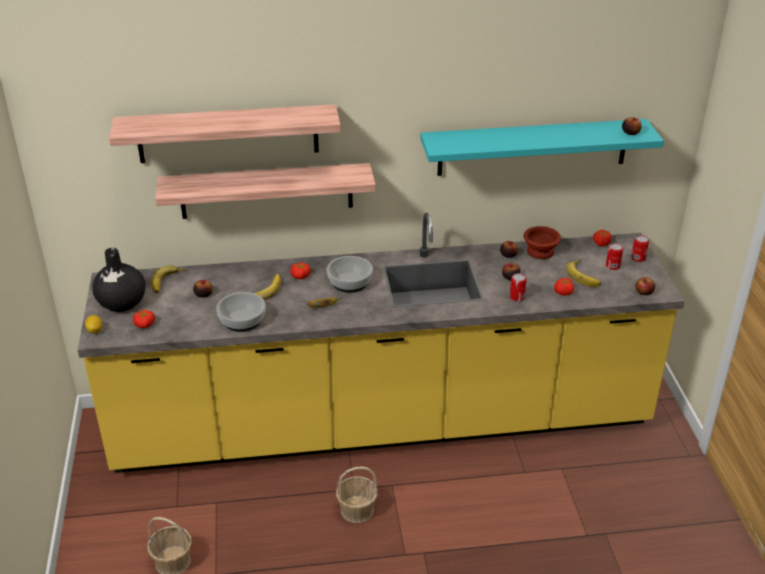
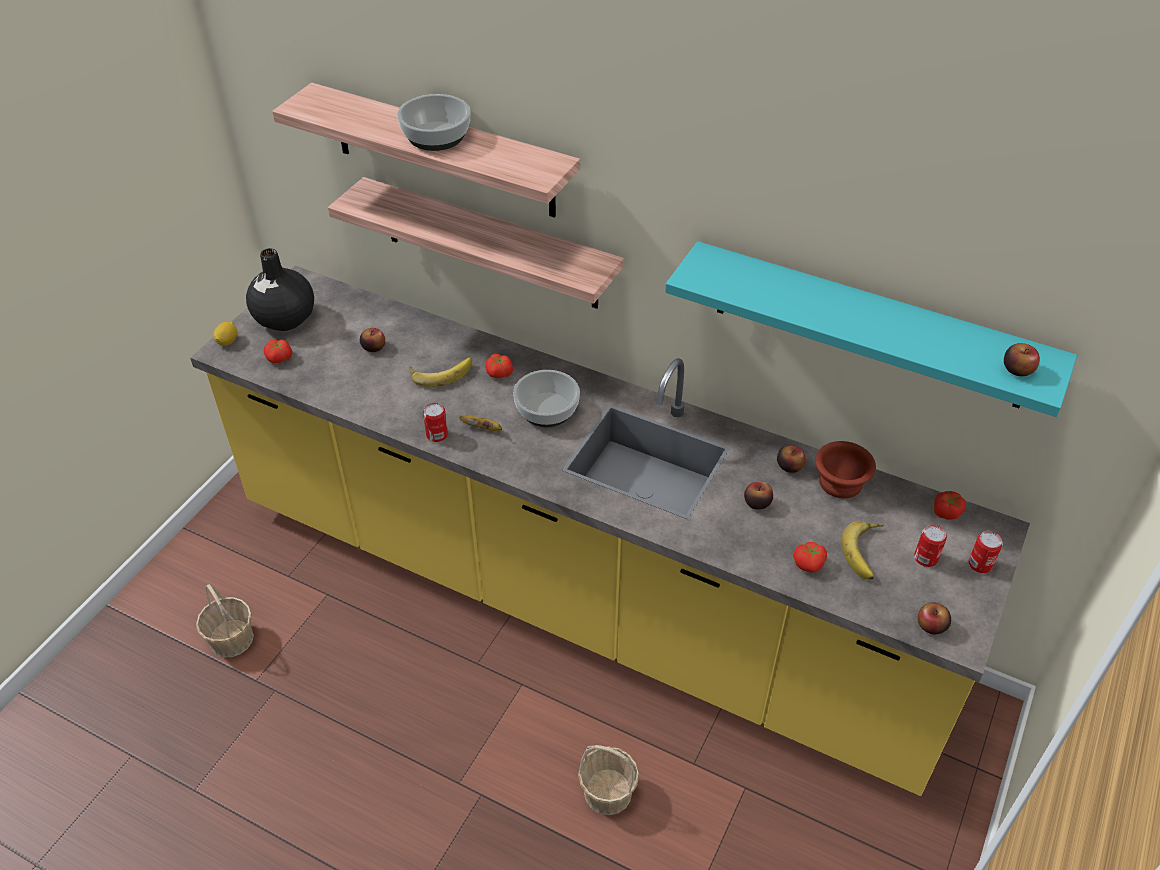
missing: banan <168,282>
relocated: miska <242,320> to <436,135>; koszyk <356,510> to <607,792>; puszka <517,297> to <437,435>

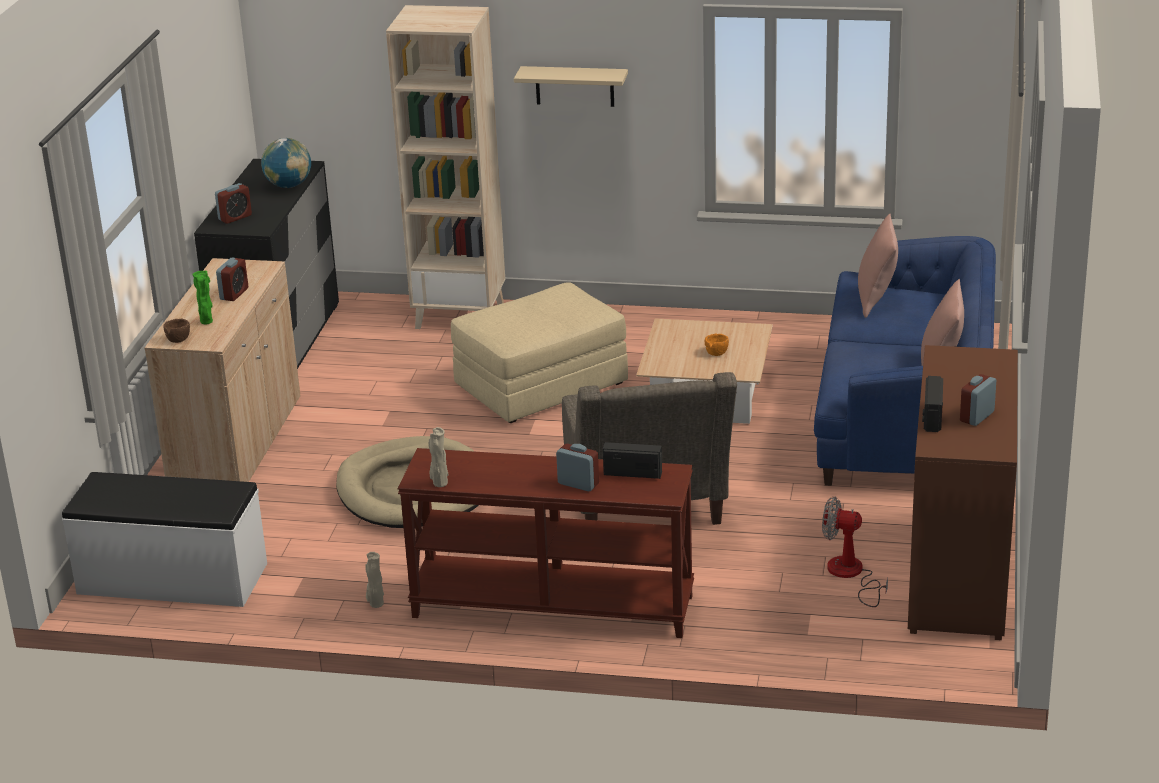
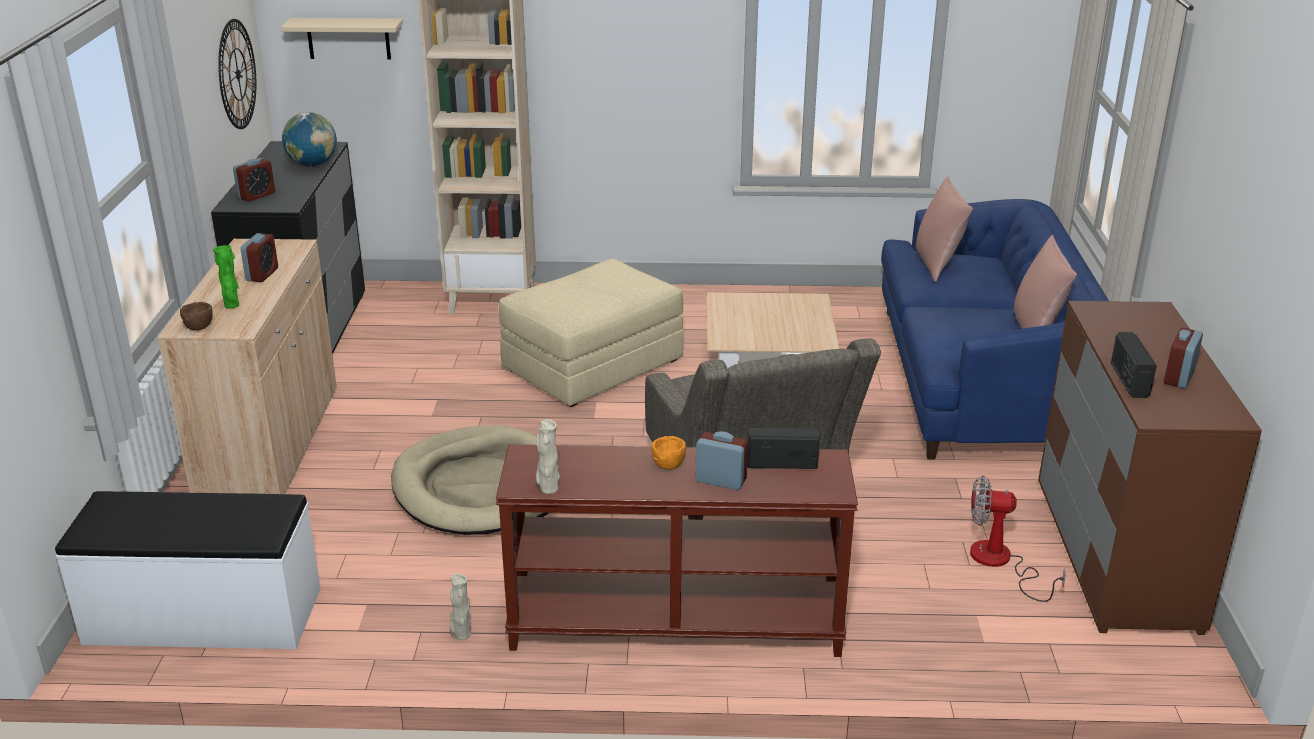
appeared: zegar ścienny <237,74>
relocated: półka (beżowy) <574,86> to <348,38>; miska (pomarańczowy) <716,353> to <668,464>

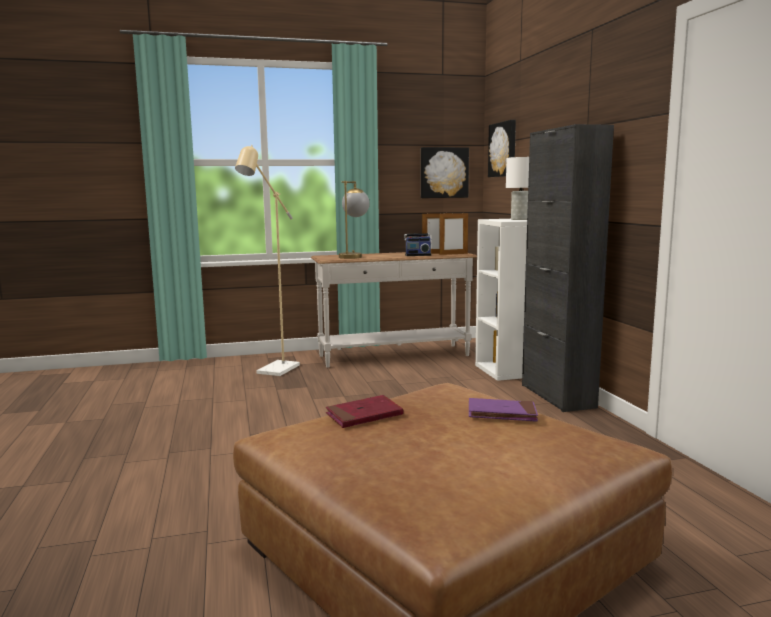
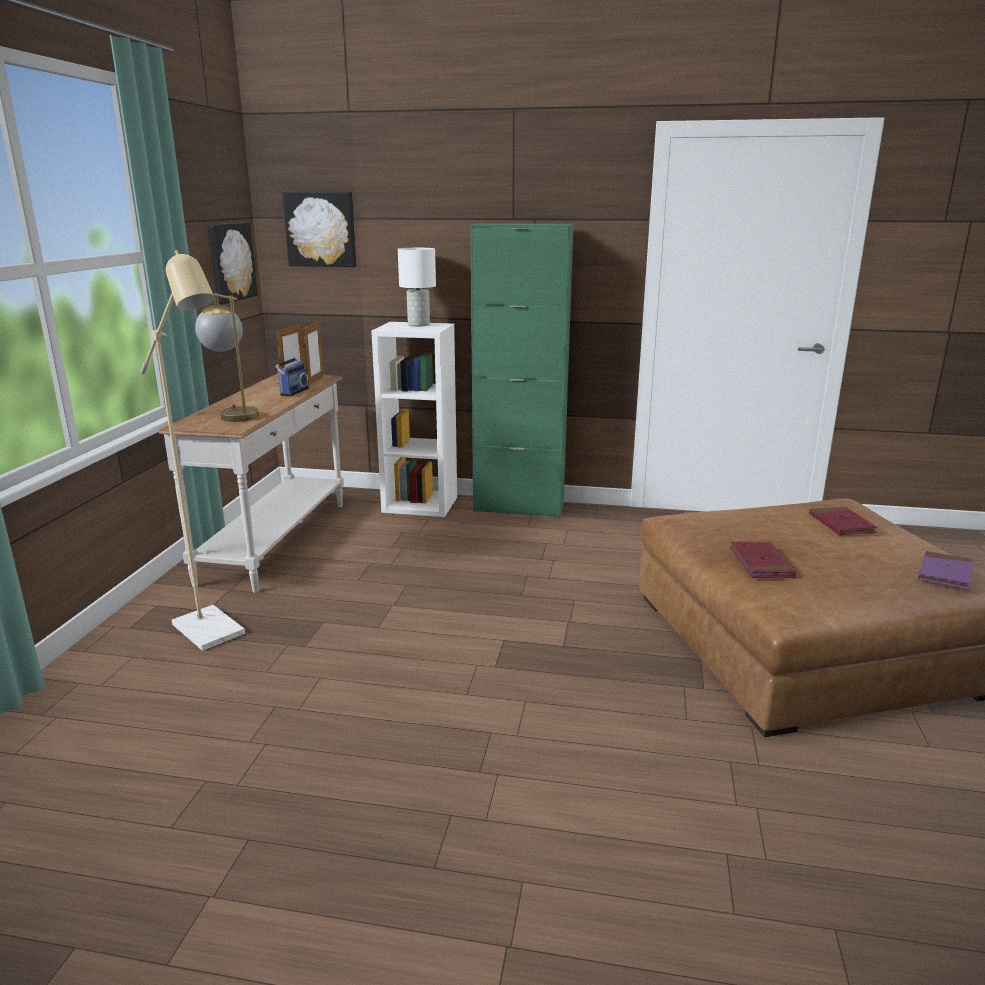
appeared: książka (czerwony) <841,524>
relocated: książka (fioletowy) <501,413> to <945,573>
colour: szafka (czarny) <557,396> to szafka (zielony) <519,507>

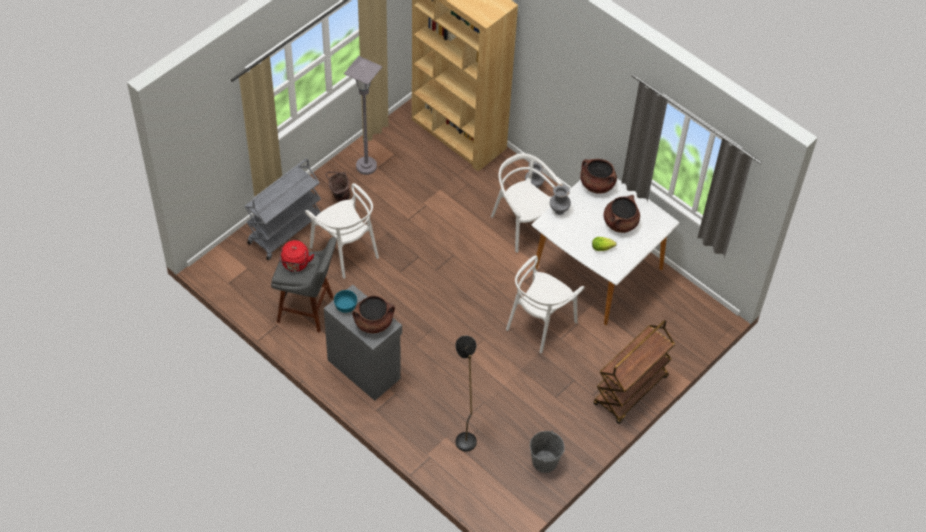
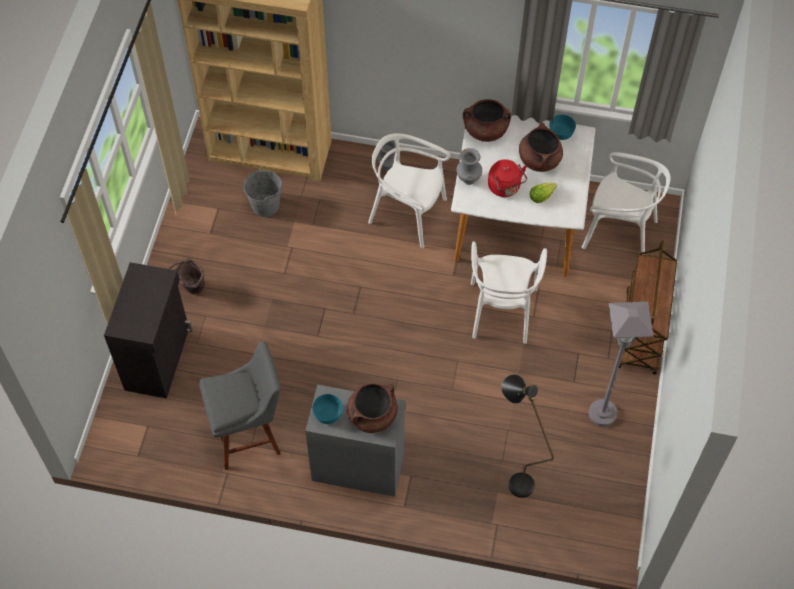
appeared: miska (turkusowy) <560,132>
relocated: czajnik (czerwony) <295,264> to <505,188>; krzesło (biały) <345,250> to <619,231>; lampa stojąca (szary) <366,166> to <602,413>; wiadro (szary) <544,461> to <265,205>
exchanged: wózek (szary) <285,230> to szafka (czarny) <159,358>

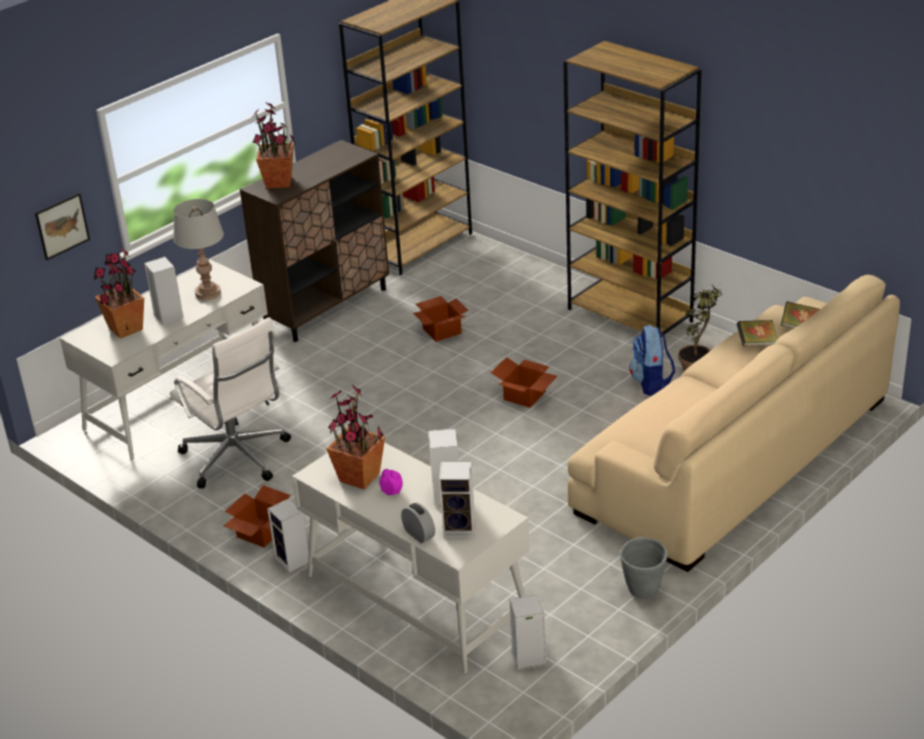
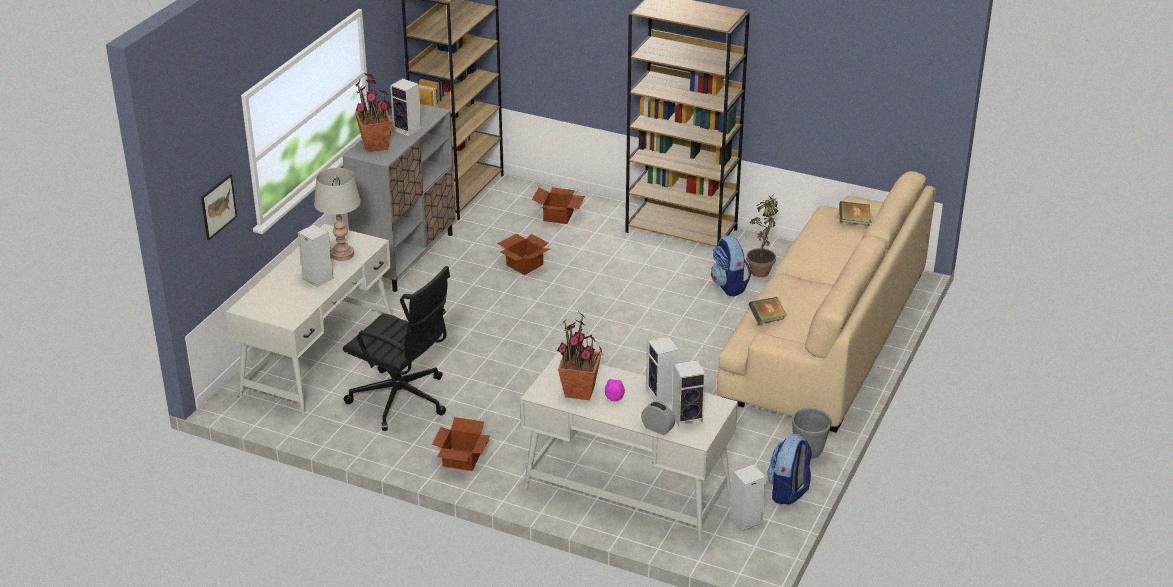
missing: roślina doniczkowa <125,329>
appeared: plecak <788,491>
relocated: głośnik <293,561> to <408,130>; karton <525,396> to <559,216>; książka <756,343> to <767,319>
colour: krzesło biurowe (biały) <237,458> to krzesło biurowe (czarny) <402,400>; szafka (brązowy) <326,307> to szafka (szary) <406,257>

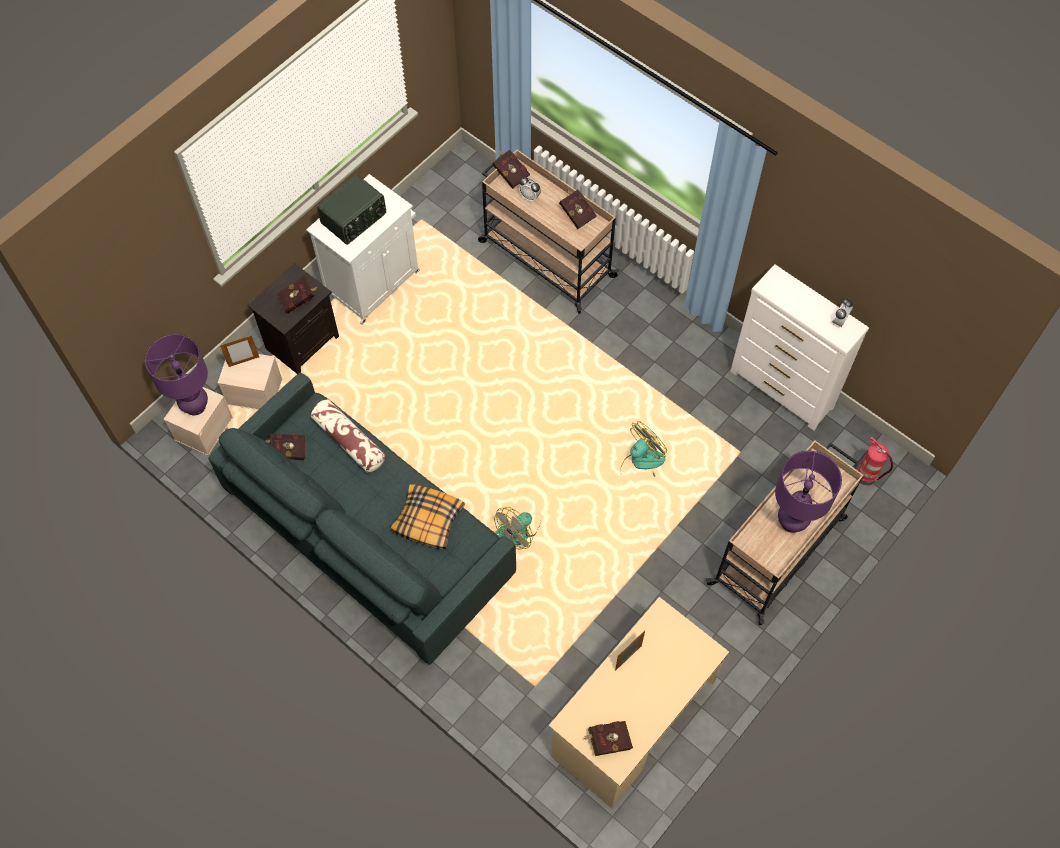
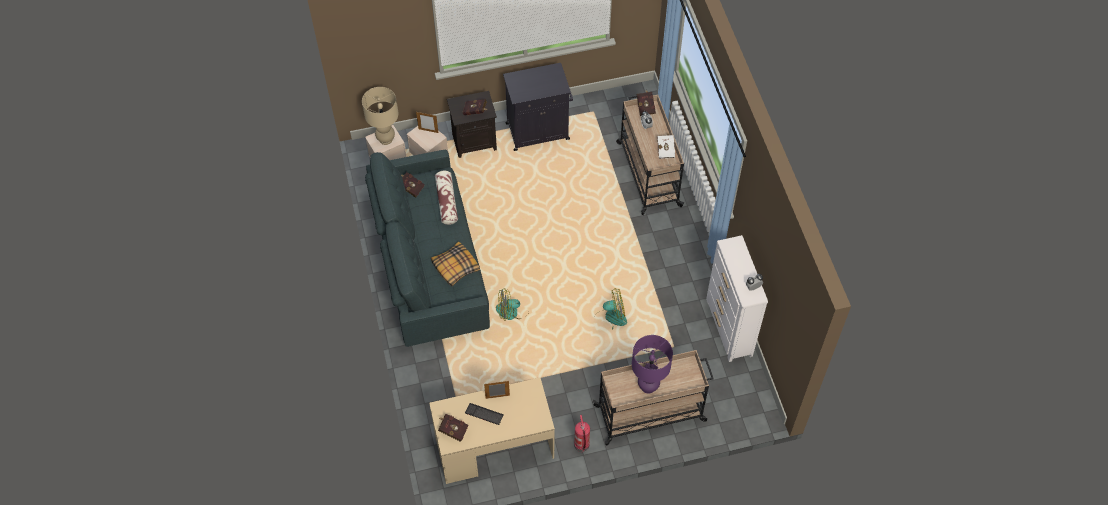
missing: radio <354,219>
appeared: klawiatura <484,414>
relocated: gaśnica <867,476> to <582,445>
colour: lampa stołowa (fioletowy) <195,406> to lampa stołowa (beżowy) <385,139>; szafka (biały) <373,282> to szafka (czarny) <539,131>; książka (czerwony) <576,213> to książka (biały) <665,149>

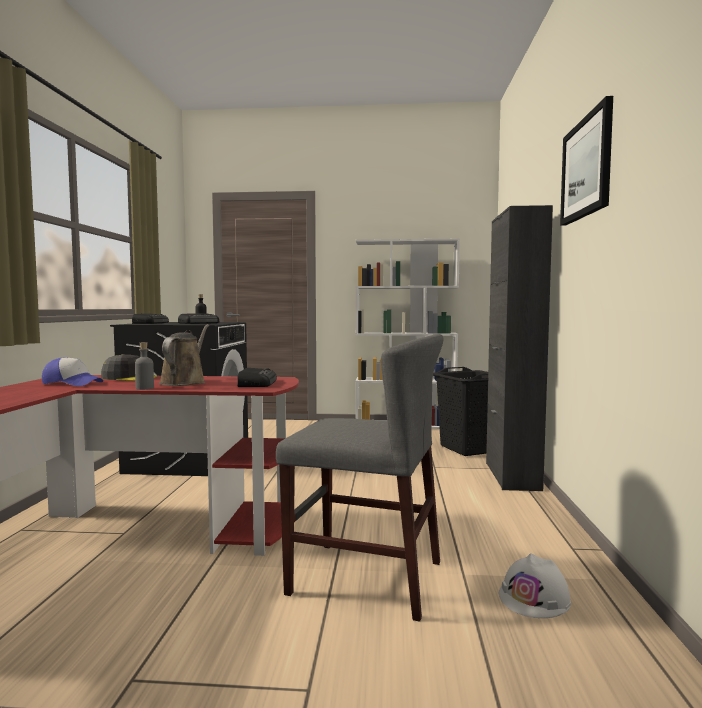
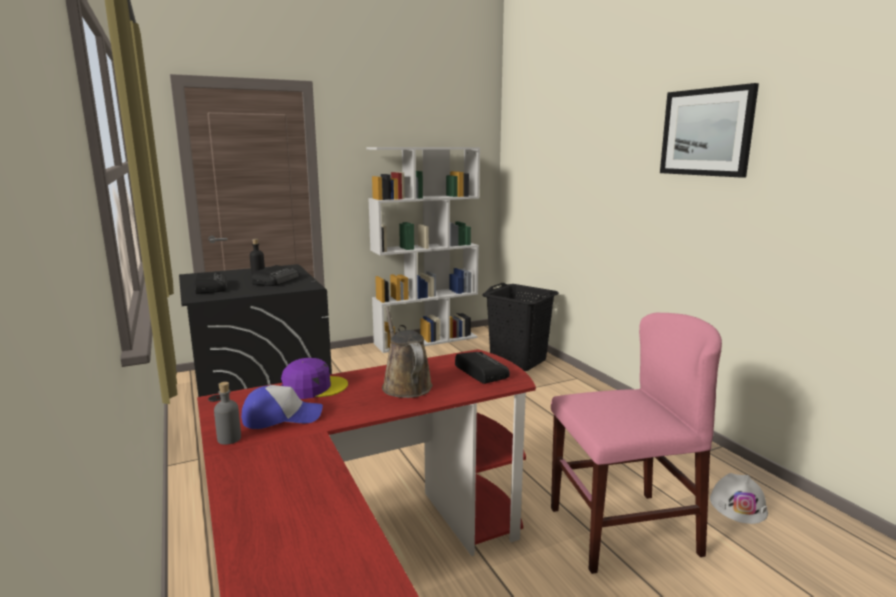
missing: szafka (czarny) <512,476>
relocated: butelka (szary) <144,388> to <229,439>
colour: czapka z daszkiem (szary) <129,377> to czapka z daszkiem (fioletowy) <313,387>; krzesło (szary) <366,577> to krzesło (różowy) <622,530>

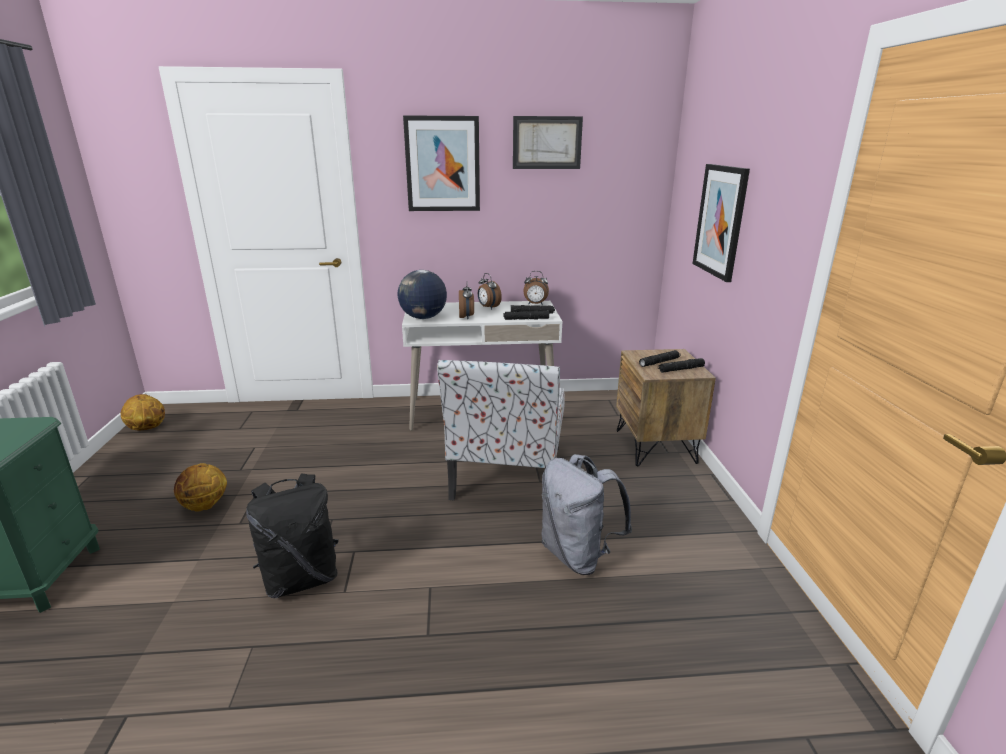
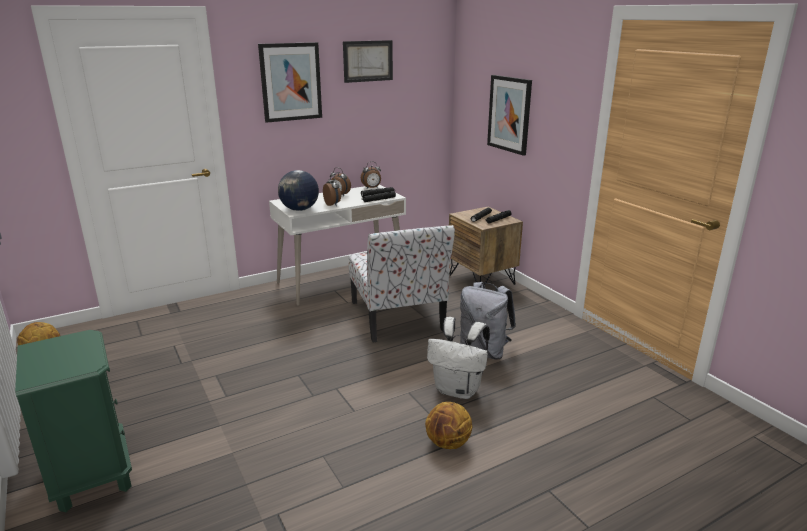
missing: plecak (czarny) <301,578>
appeared: plecak (biały) <458,390>
relocated: piłka do koszykówki <204,506> to <448,443>

